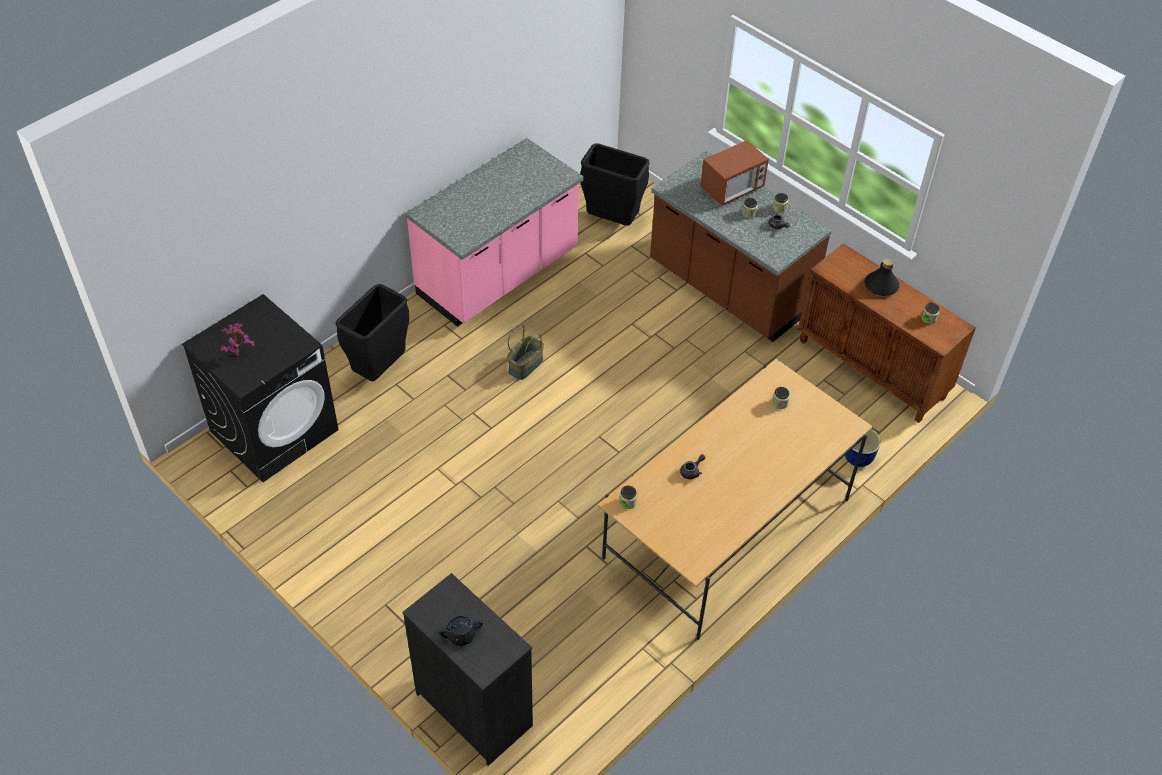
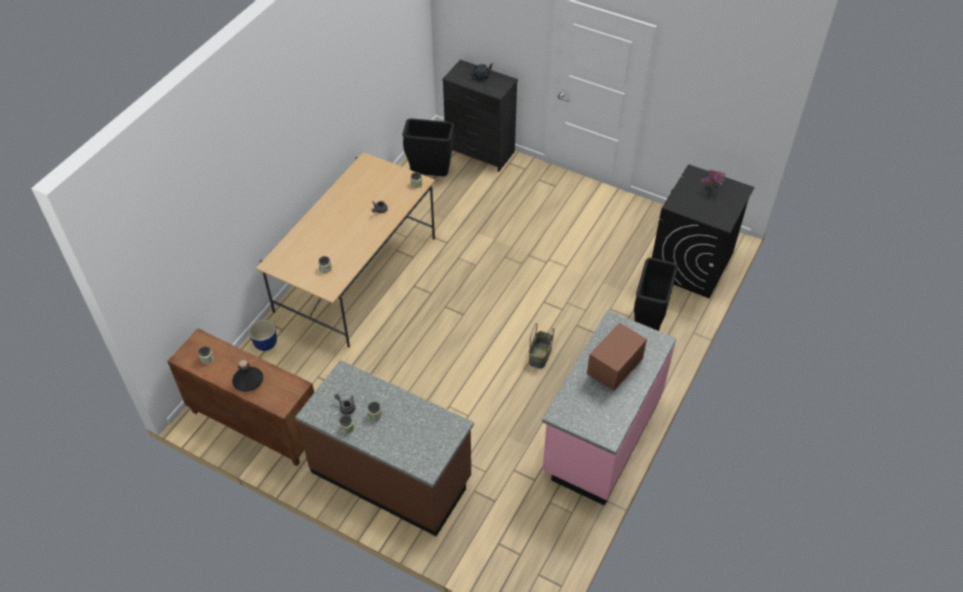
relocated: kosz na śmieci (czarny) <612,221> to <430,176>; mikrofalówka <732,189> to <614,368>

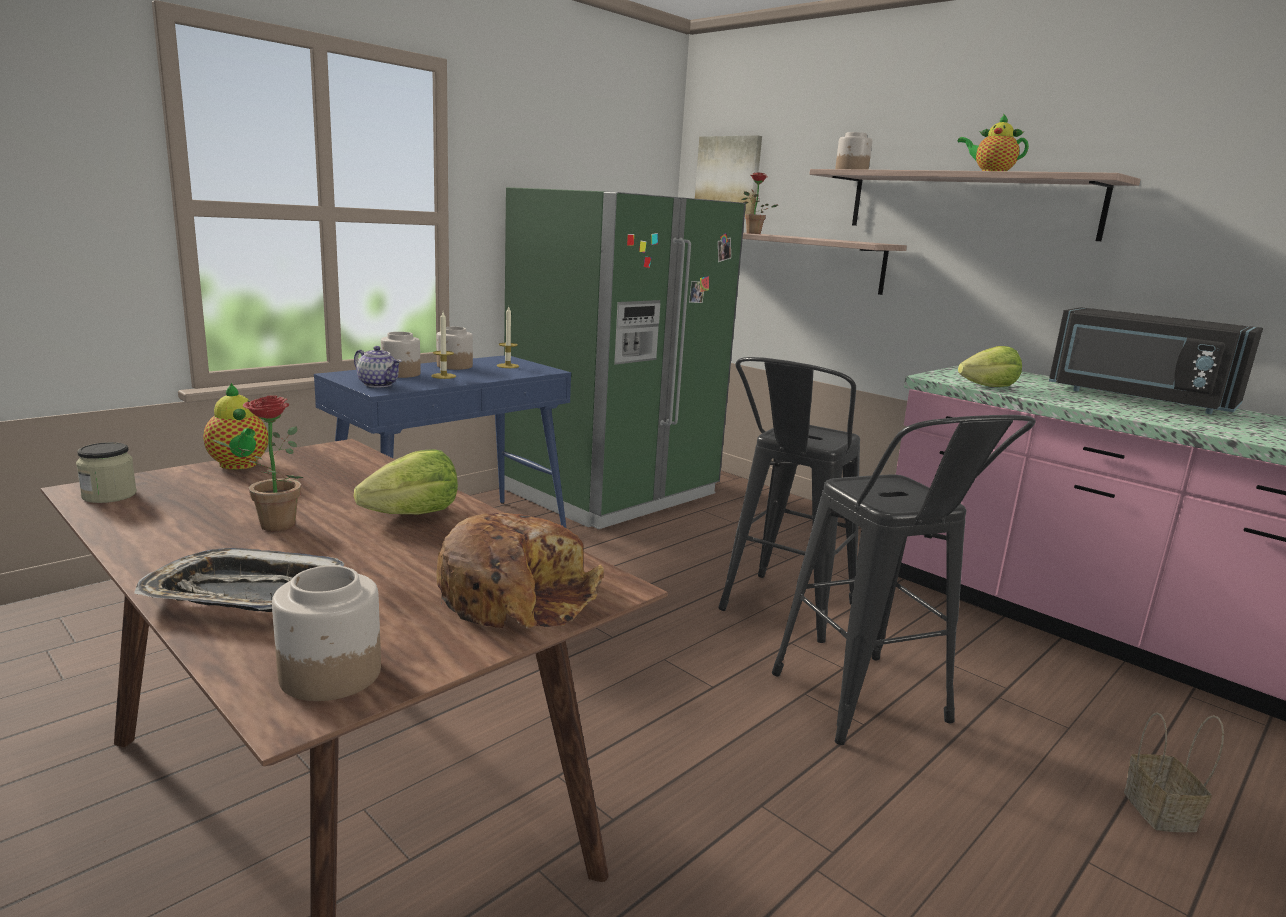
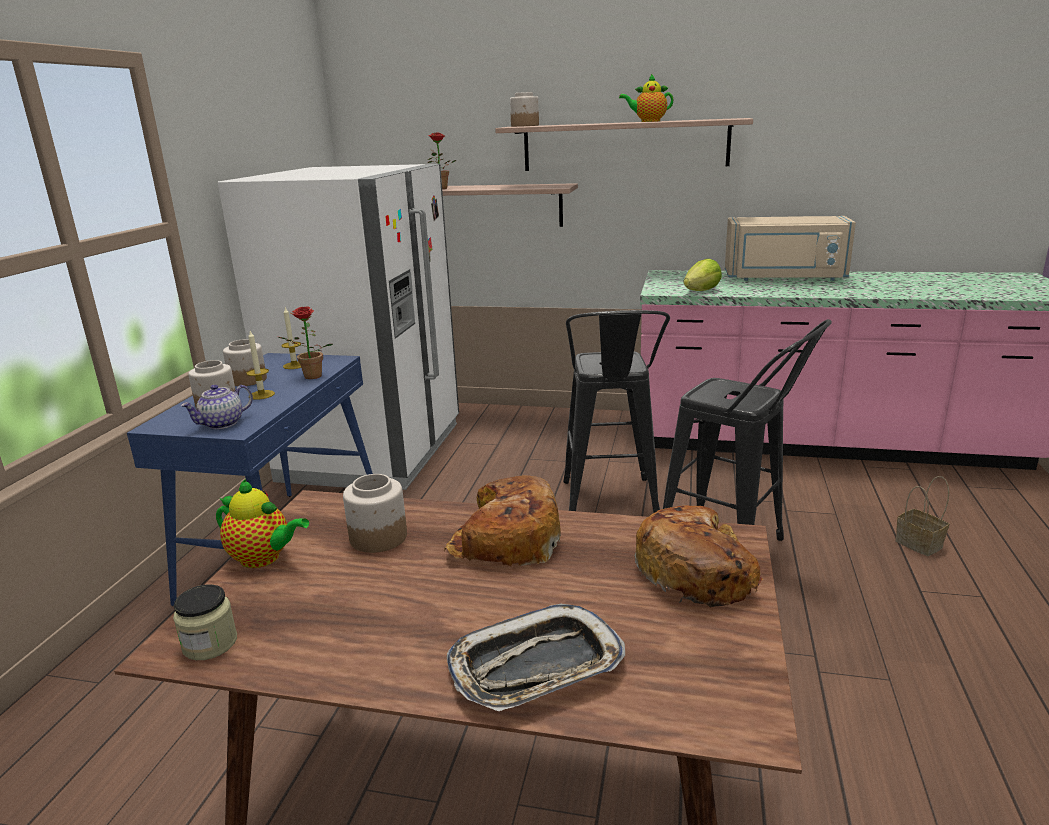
missing: obraz <728,176>
relocated: roślina doniczkowa <269,526> to <310,377>; słoik <329,674> to <377,538>
exchanged: sałata <413,514> to chleb <505,540>
colour: lodówka (zielony) <612,493> to lodówka (biały) <374,452>; mikrofalówka (czarny) <1138,399> to mikrofalówka (beżowy) <784,278>
spun: imbryk <379,384> = <222,424> 135 degrees clockwise

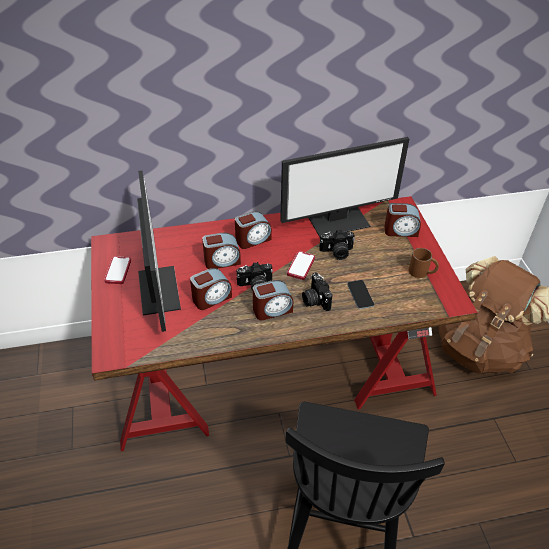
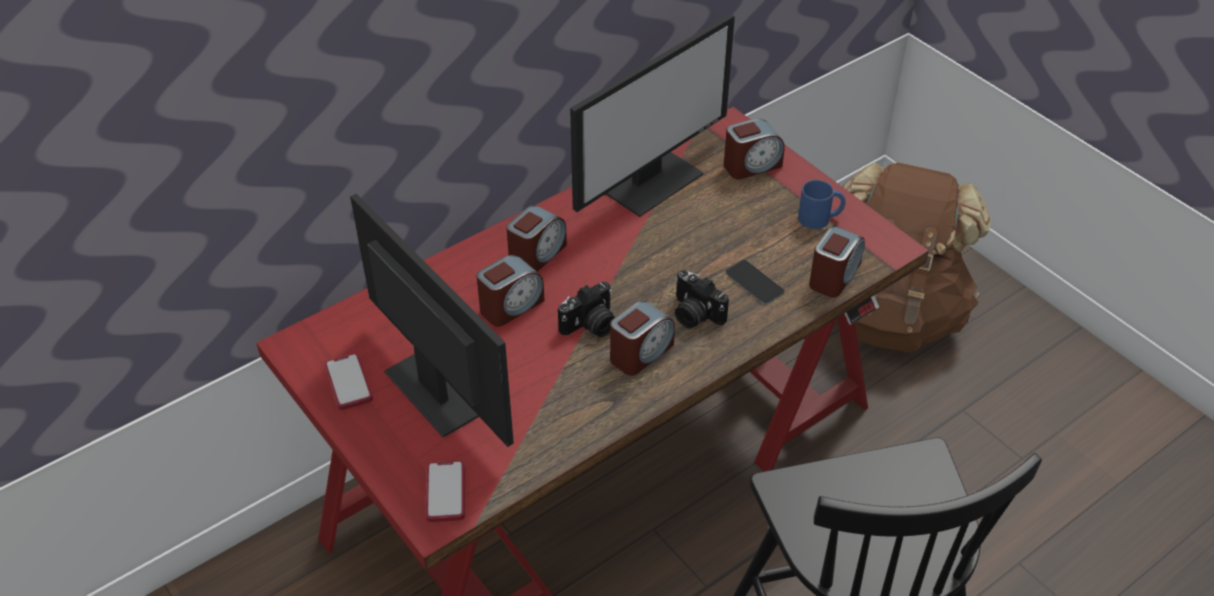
missing: aparat fotograficzny <337,252>
relocated: budzik <211,298> to <834,276>; telefon <301,266> to <445,492>
colour: kubek (brązowy) <422,272> to kubek (niebieski) <820,218>

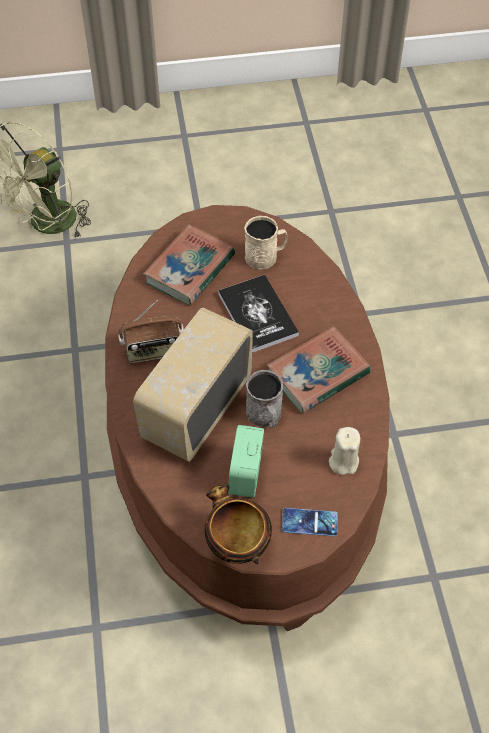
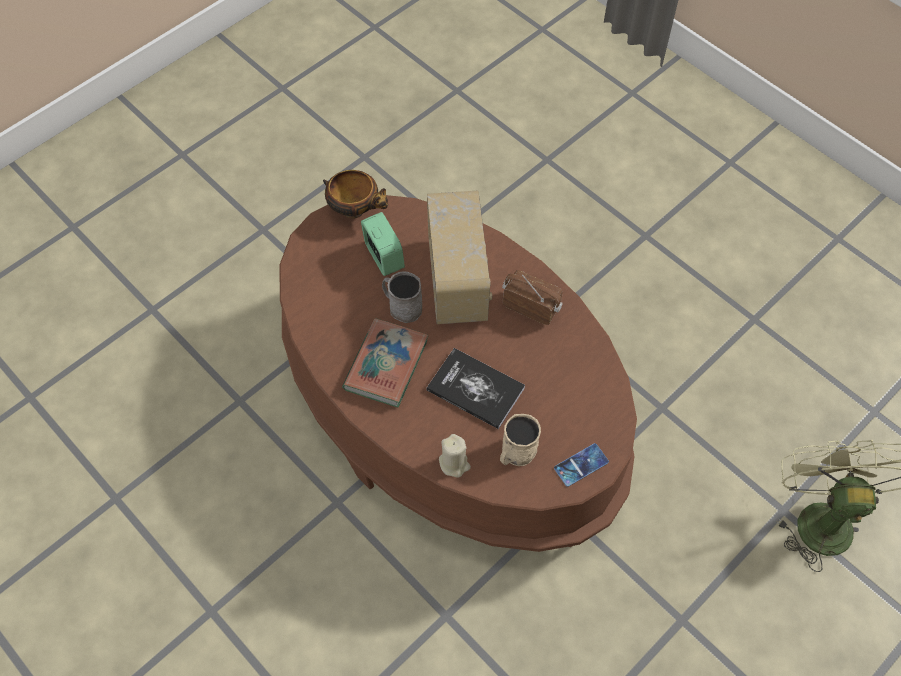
missing: książka <189,269>
relocated: telefon <309,522> to <581,465>; świeca (beżowy) <343,461> to <454,463>
spun: radio <153,350> = <531,306> 75 degrees clockwise

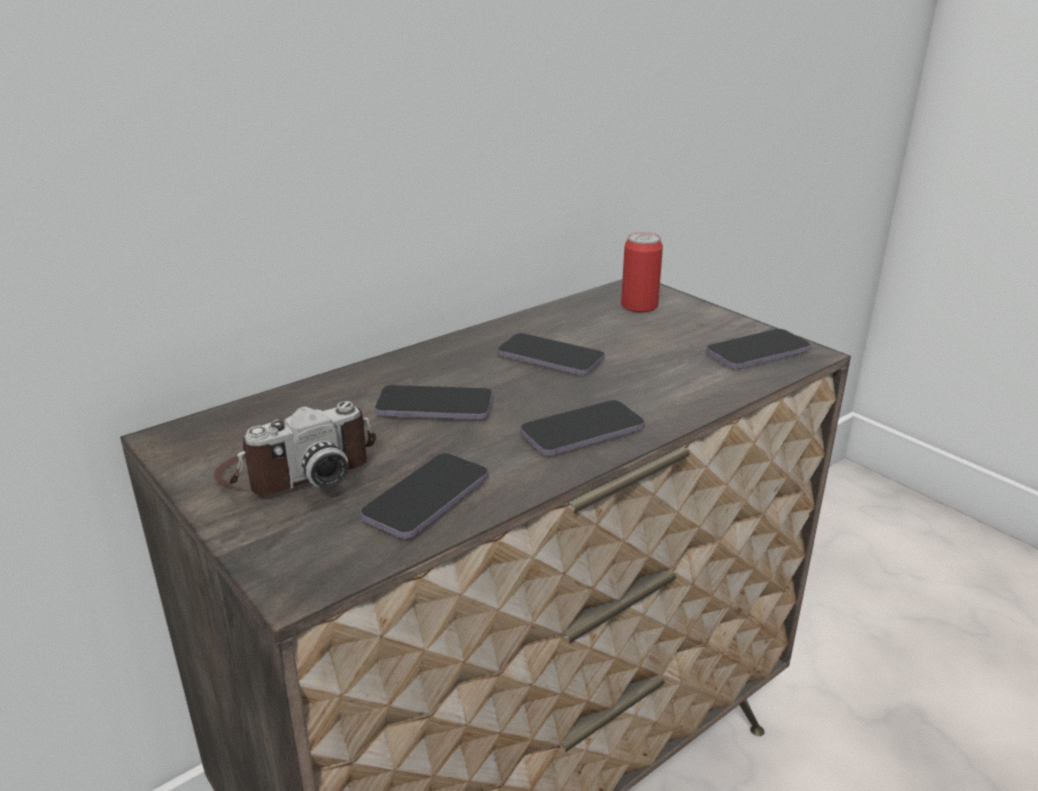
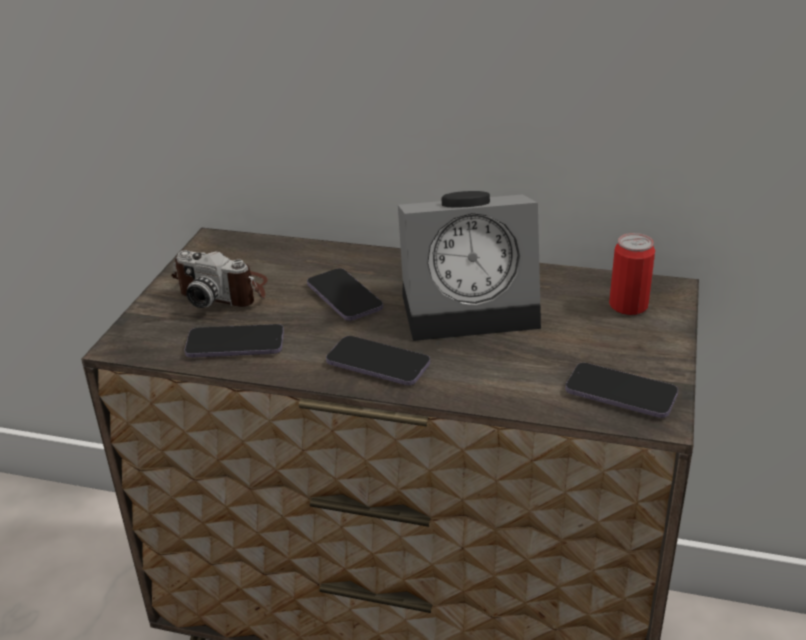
exchanged: telefon <550,358> to budzik <472,307>

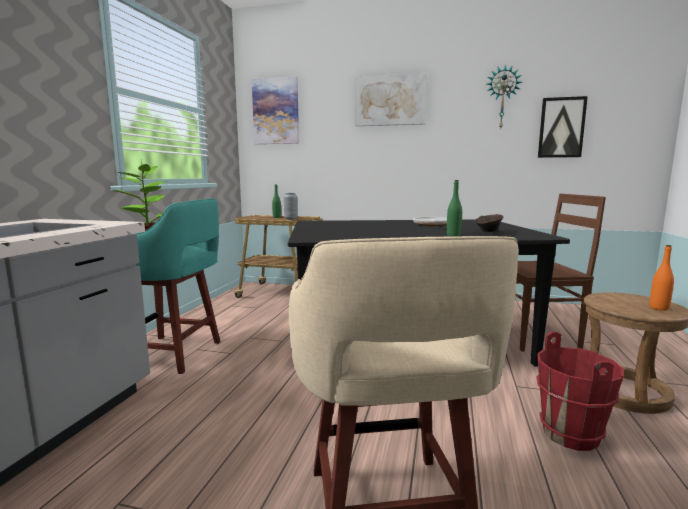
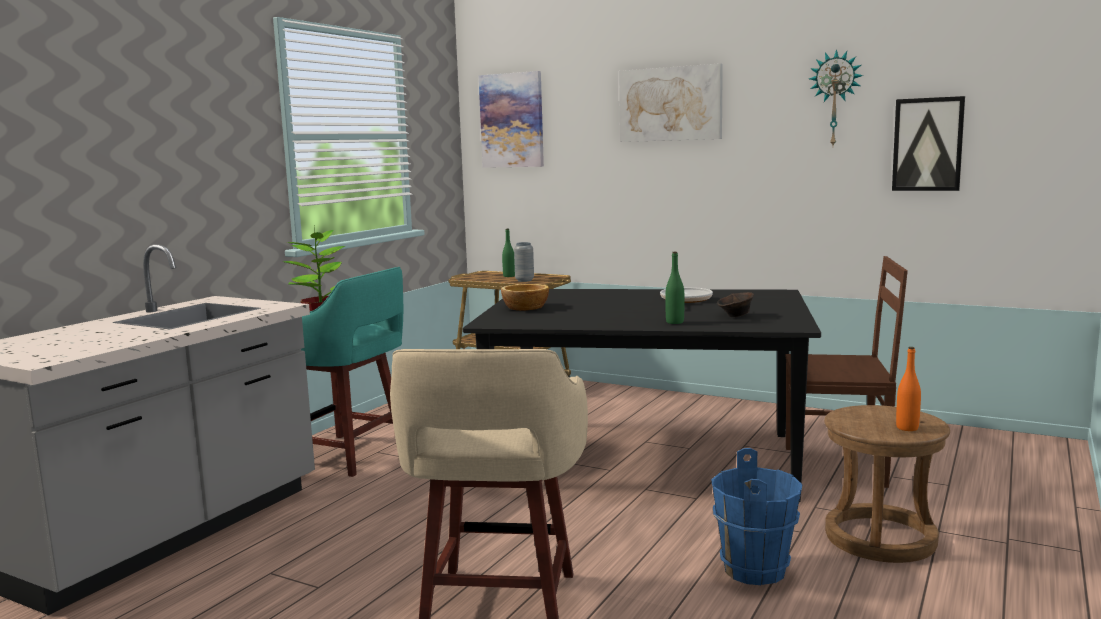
appeared: miska <525,308>
colour: wiadro (czerwony) <571,434> to wiadro (niebieski) <755,570>

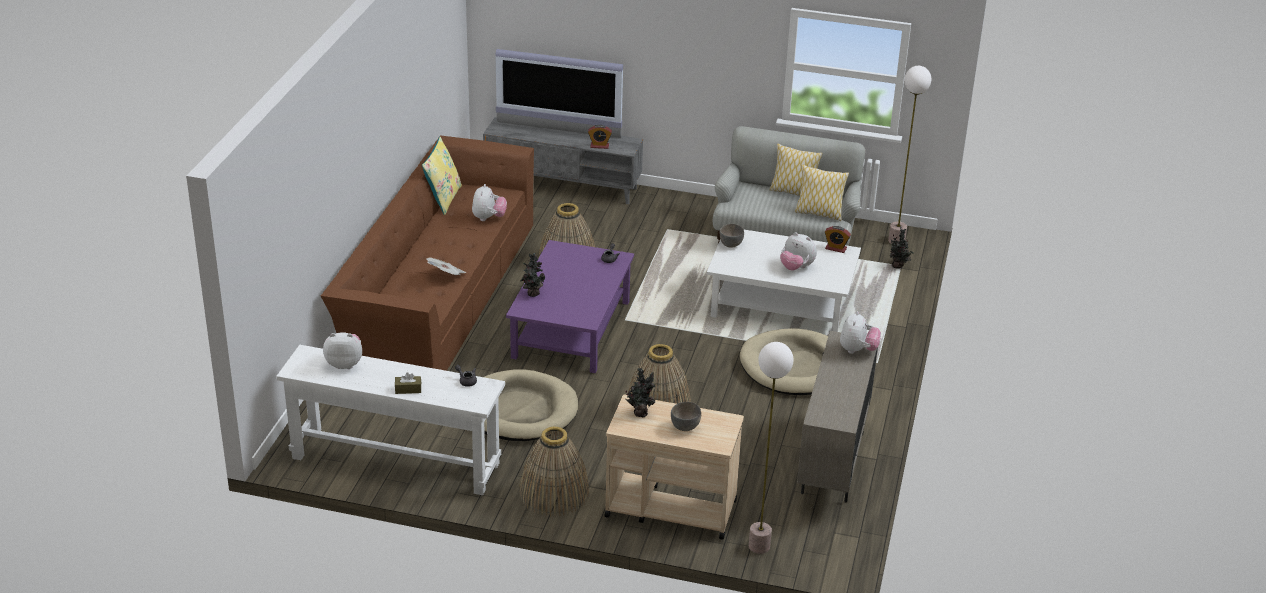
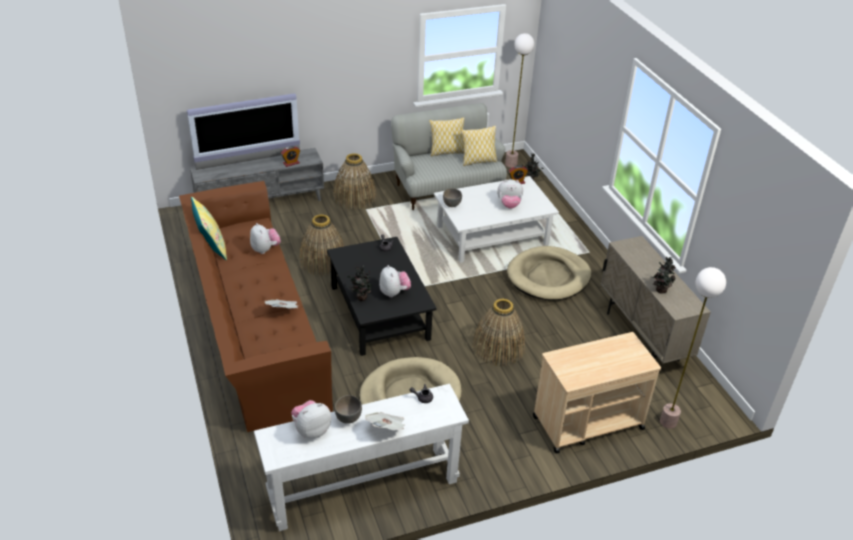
relocated: koszyk <554,493> to <354,197>; roślina doniczkowa <640,412> to <660,290>; miska (szary) <685,427> to <348,418>; pluszak <857,350> to <394,293>
exchanged: pudełko chusteczek (brązowy) <408,389> to gazeta <387,428>
colour: ława (fioletowy) <570,329> to ława (czarny) <379,312>

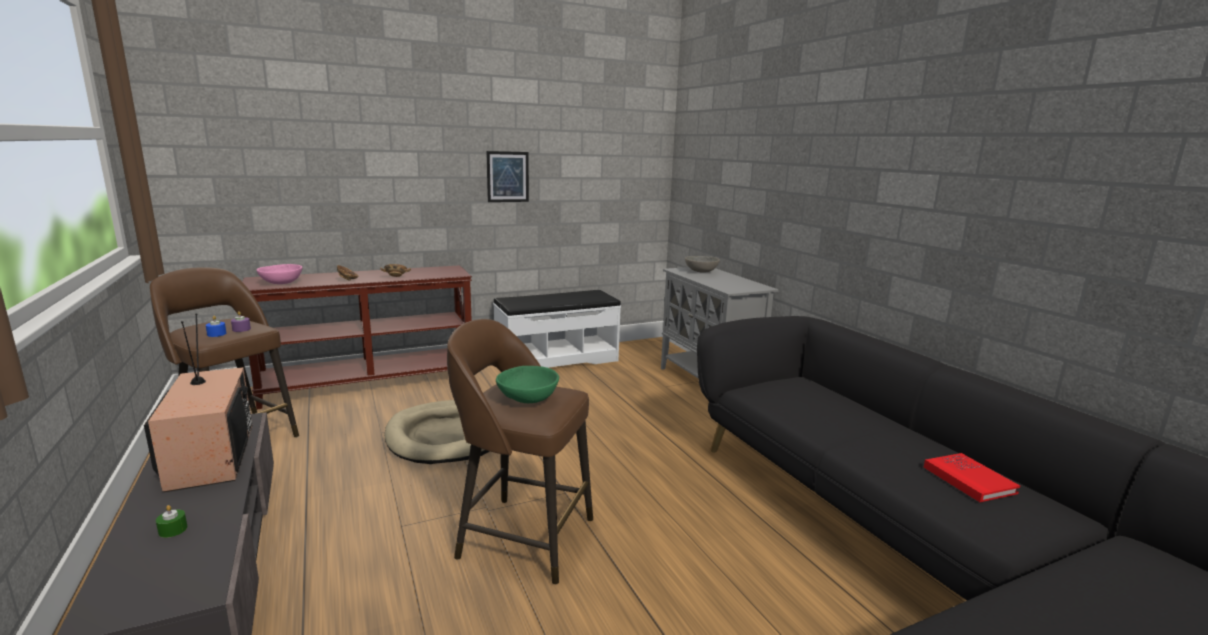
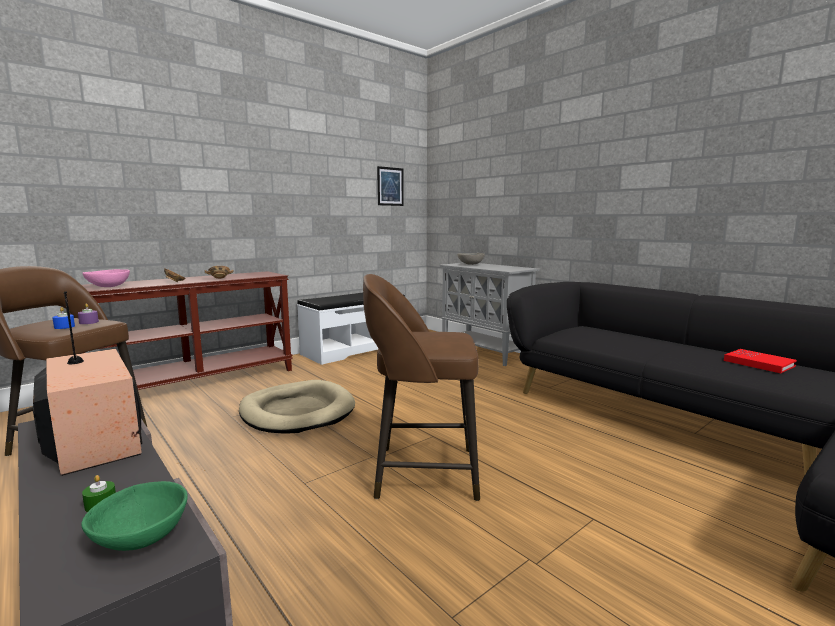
relocated: obraz <507,177> to <390,186>; miska (zielony) <527,399> to <139,537>

